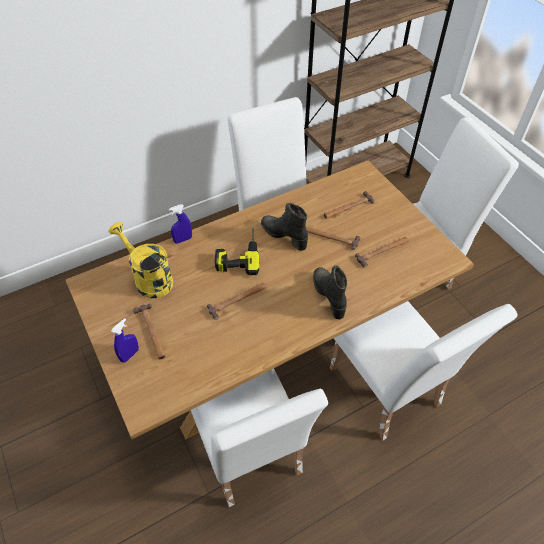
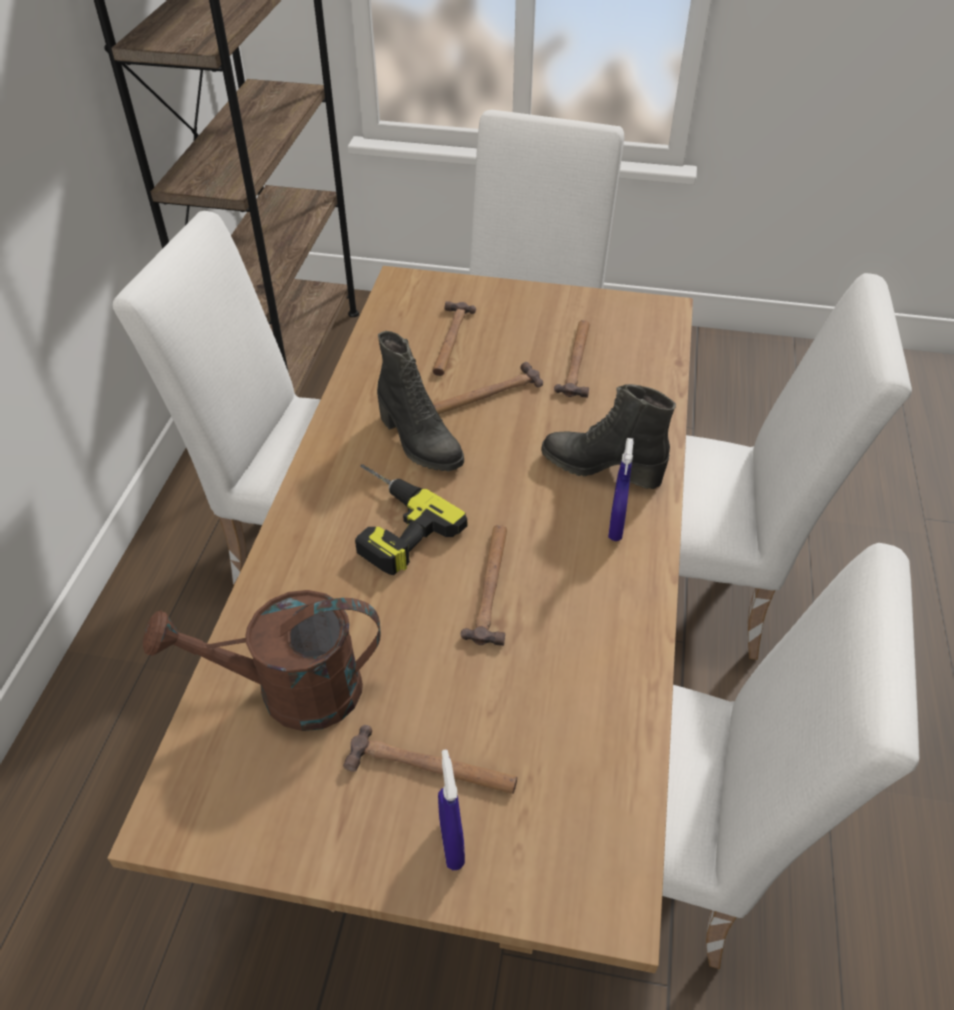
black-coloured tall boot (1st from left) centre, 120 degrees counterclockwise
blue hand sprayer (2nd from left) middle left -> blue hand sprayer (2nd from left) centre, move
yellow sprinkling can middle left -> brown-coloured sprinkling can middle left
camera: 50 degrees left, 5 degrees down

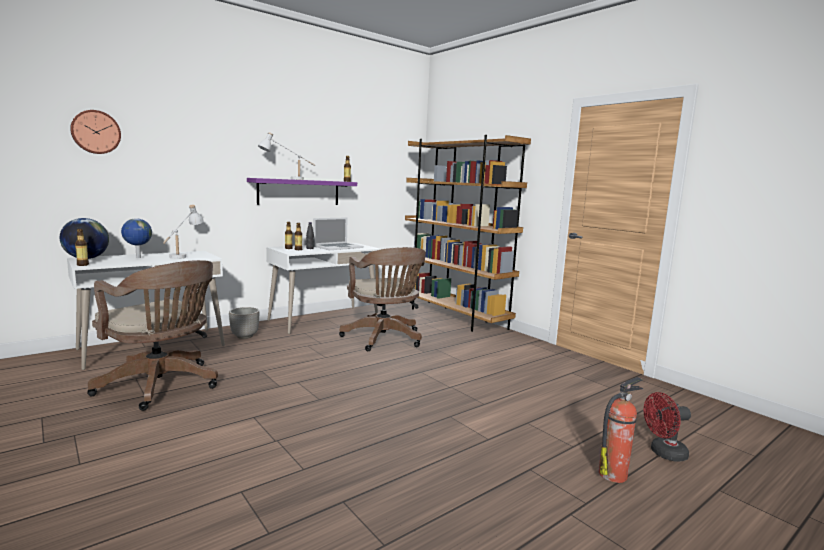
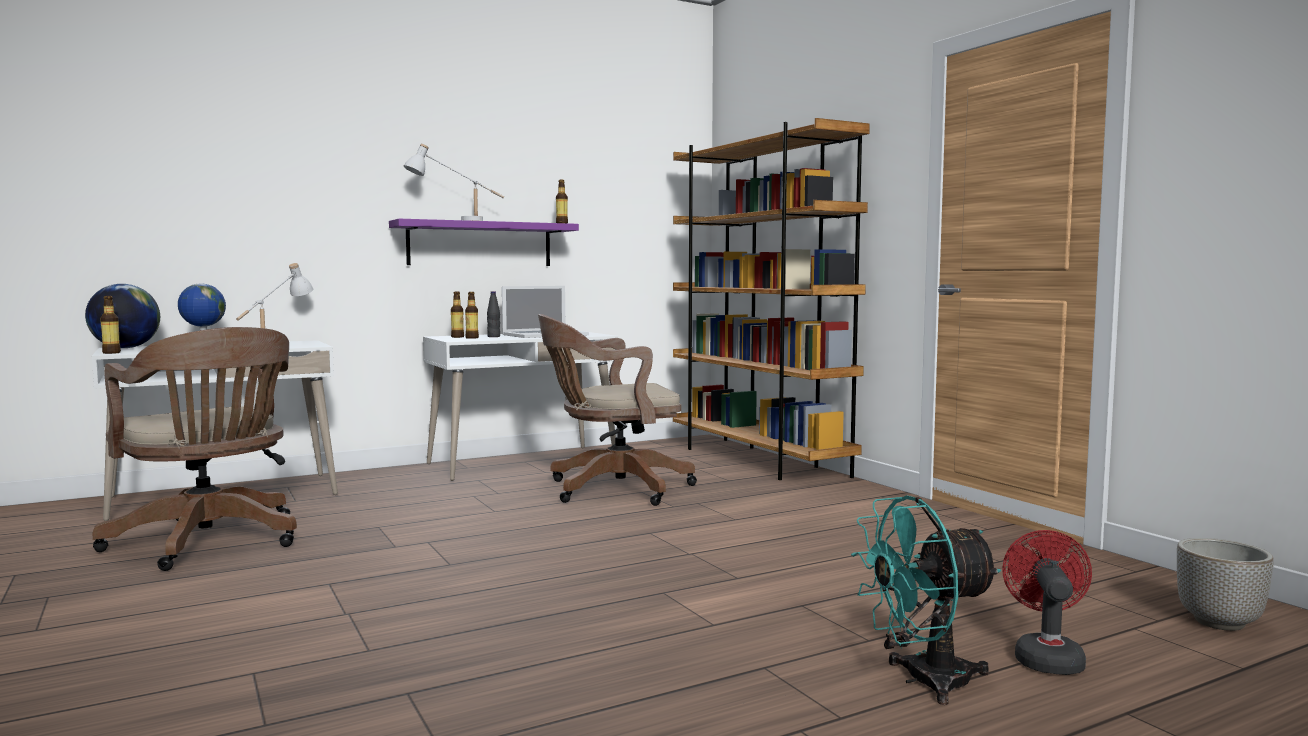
hanging clock top left -> none
brown-coloured desk chair (2nd from left) centre, 90 degrees clockwise
plant pot middle left -> plant pot bottom right, move
extinguisher bottom right -> blue-green cooling fan bottom right
red-coloured cooling fan bottom right, 105 degrees clockwise
camera: 10 degrees right, 5 degrees down

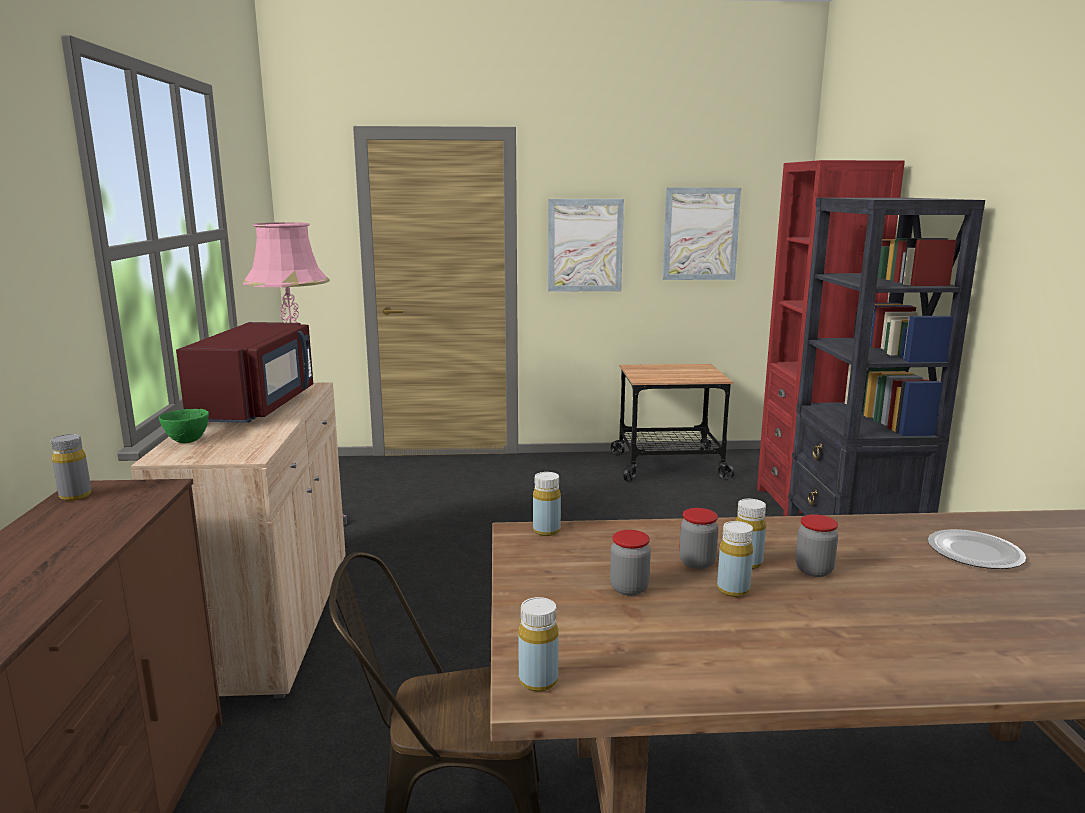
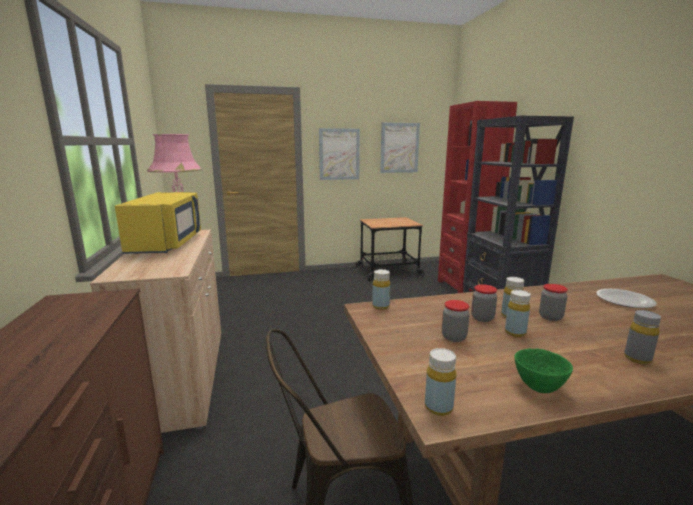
red-coloured microwave middle left -> yellow microwave middle left
green-coloured bowl middle left -> green-coloured bowl bottom right, move
grey bottle middle left -> grey bottle bottom right, move
camera: 10 degrees left, 0 degrees up

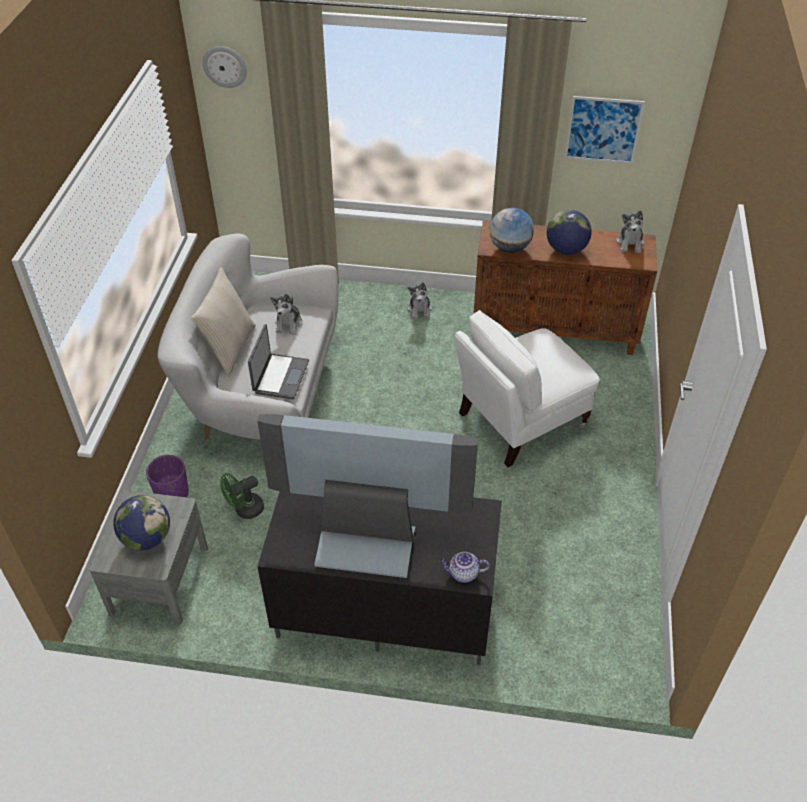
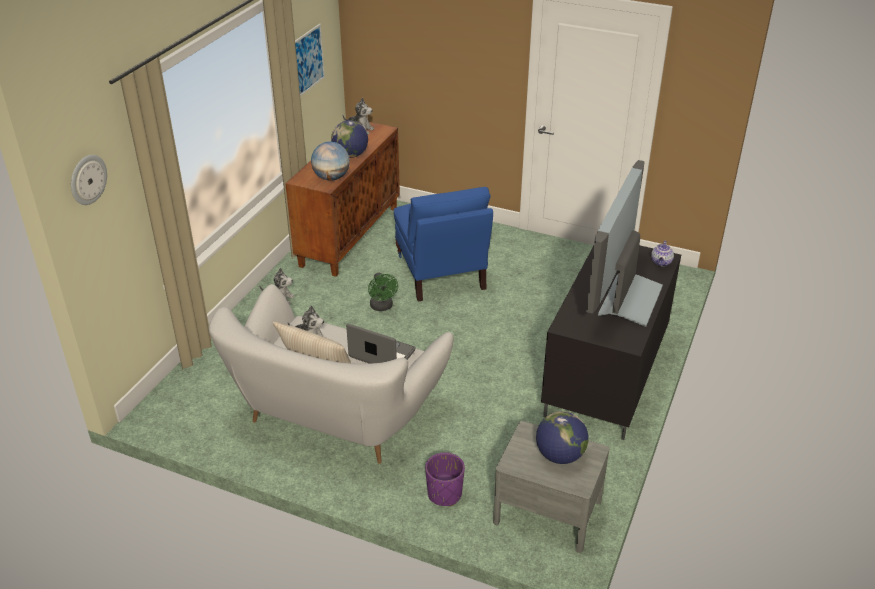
white-coloured easy chair centre -> blue easy chair centre
green-coloured cooling fan middle left -> green-coloured cooling fan centre, move
camera: 75 degrees left, 10 degrees down

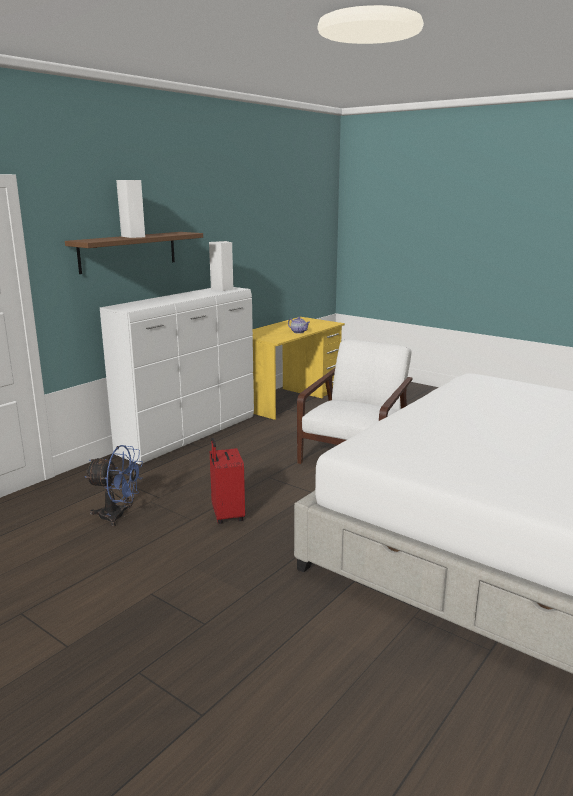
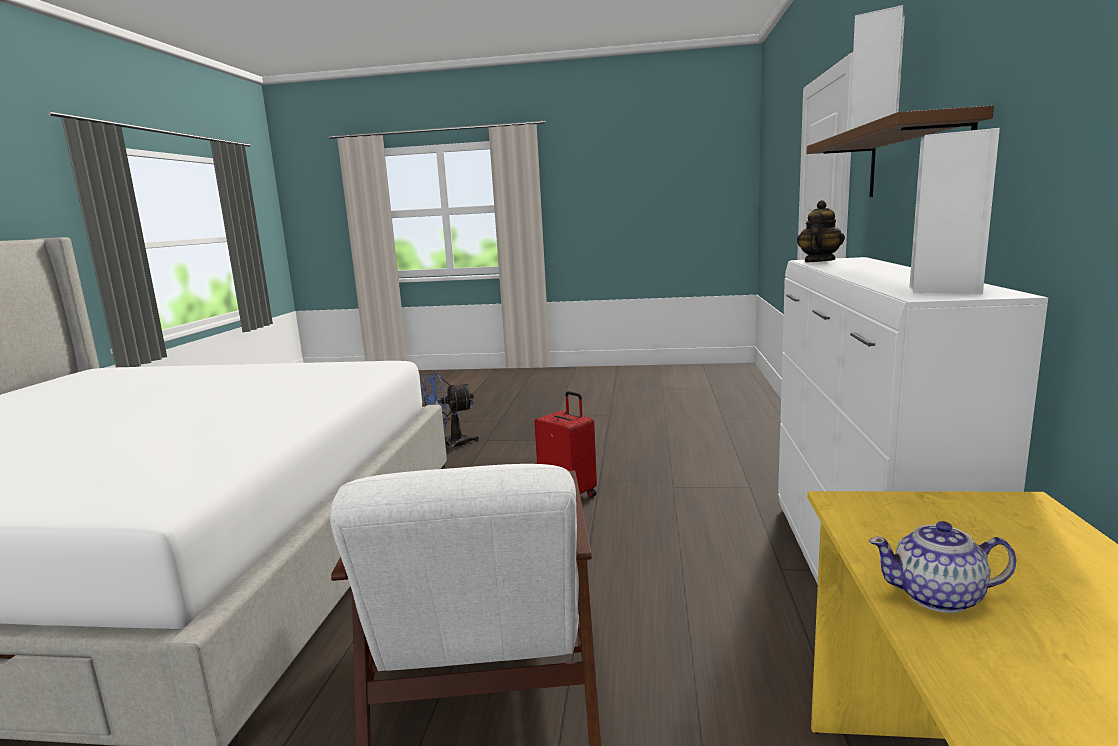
blue cooling fan middle left -> blue cooling fan centre, move
none -> teapot (1st from left) top right
camera: 150 degrees right, 5 degrees down

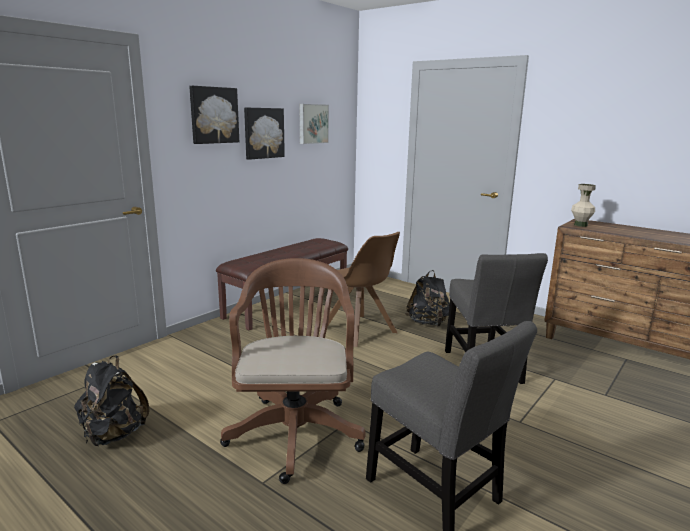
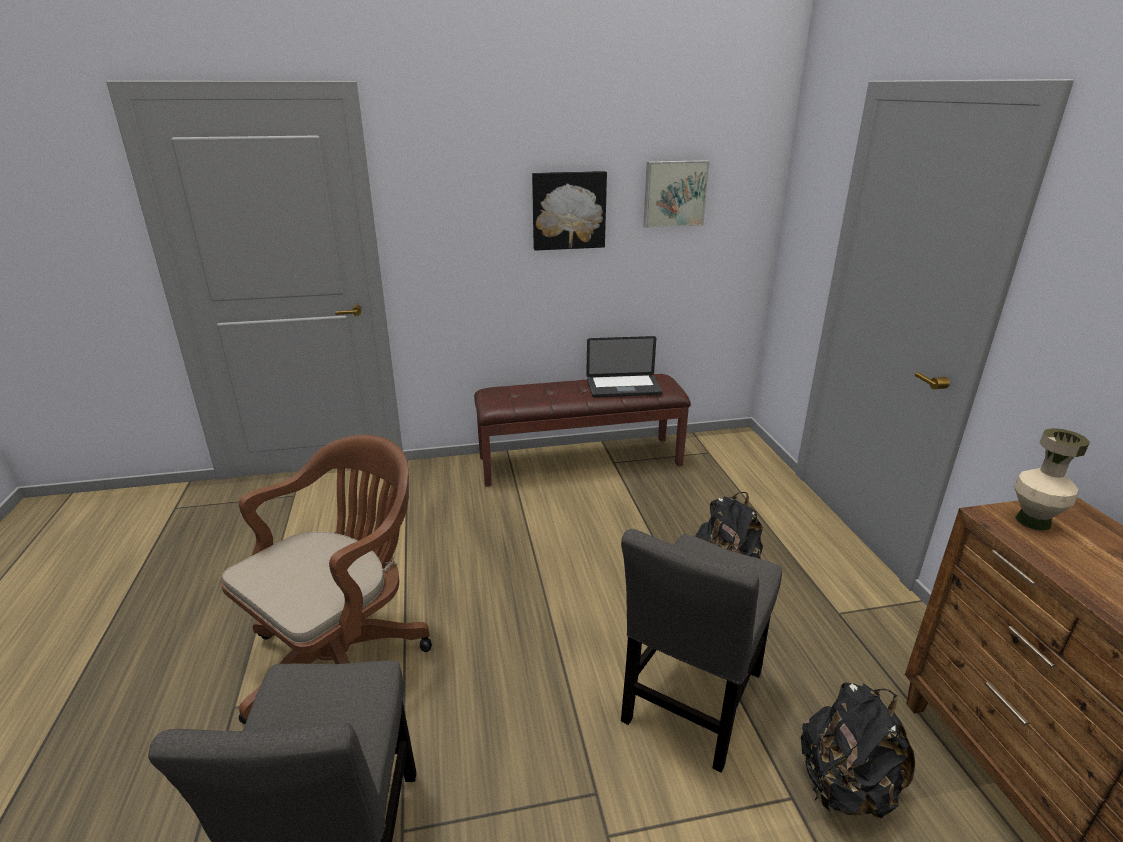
wall art (1st from left) top left -> none
brown-coloured upright chair centre -> none
black-coloured knapsack (1st from left in the first image) bottom left -> black-coloured knapsack (2nd from left) bottom right, move
none -> notebook computer centre
camera: 40 degrees right, 10 degrees up

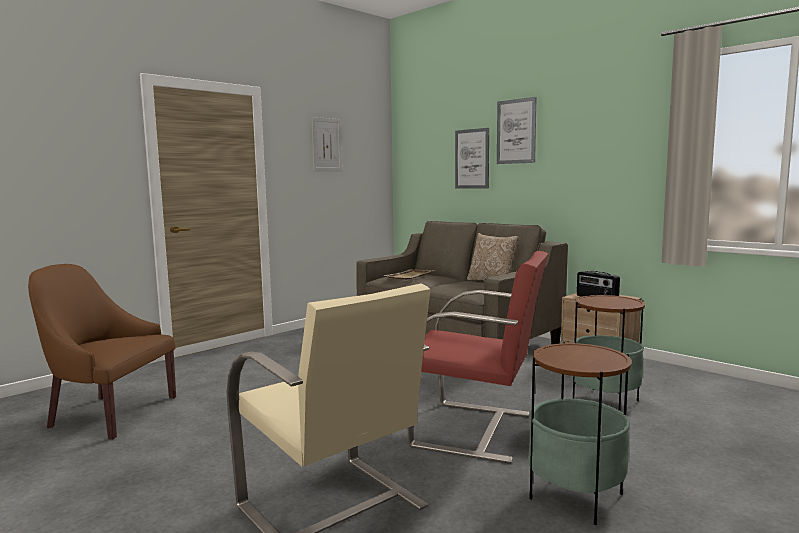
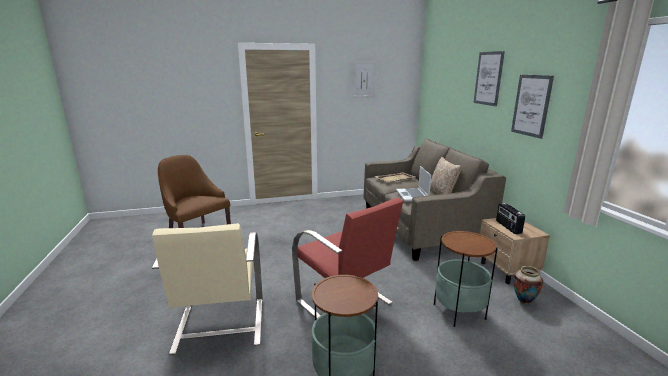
wall art (2nd from left in the first image) top centre -> wall art (3rd from left) top right, move
none -> notebook computer centre
none -> decorative vase bottom right
camera: 30 degrees right, 10 degrees up

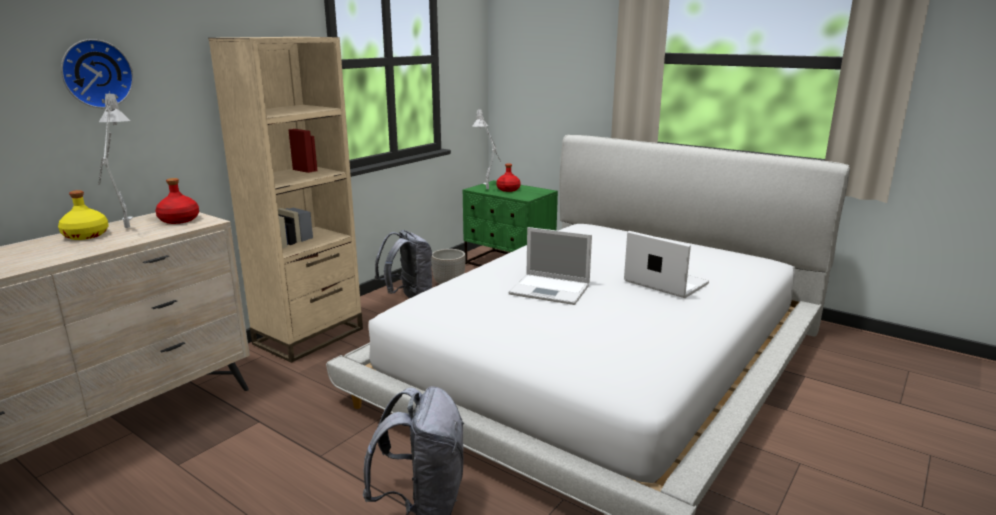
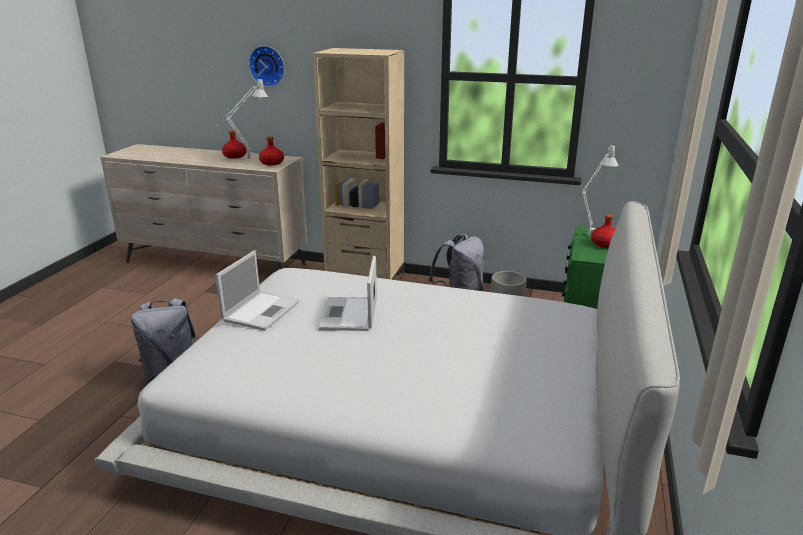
yellow bottle middle left -> red-coloured bottle (1st from left) top left
notebook computer (2nd from left in the first image) middle right -> notebook computer (1st from left) middle left, move
camera: 70 degrees right, 5 degrees up

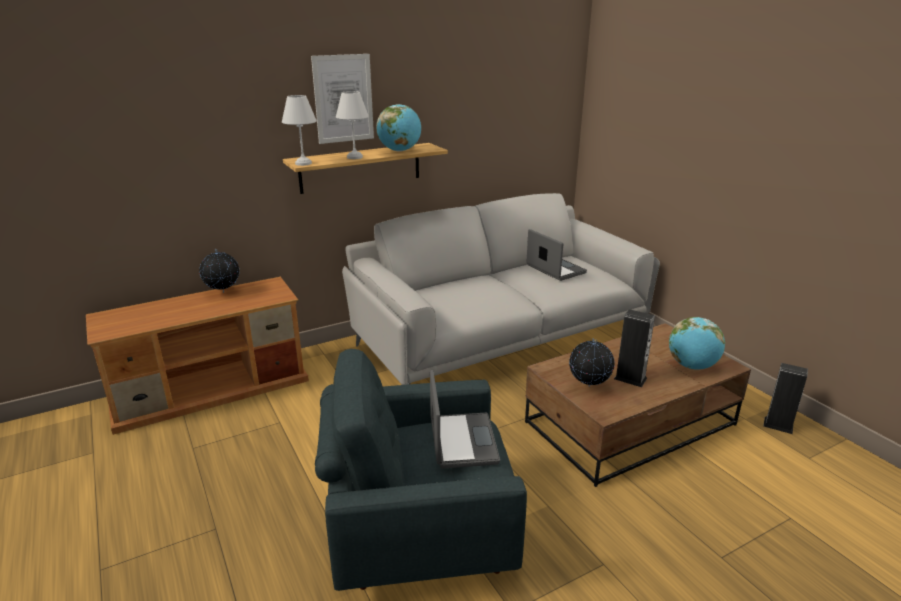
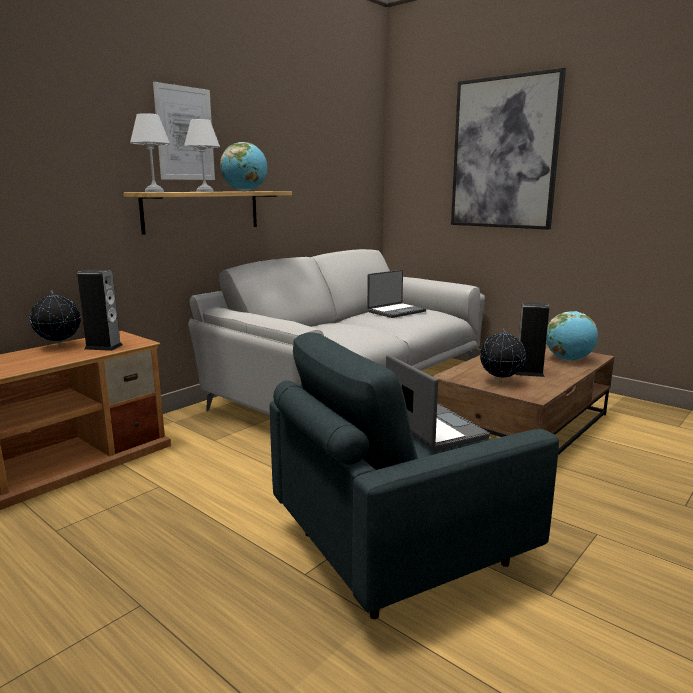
notebook computer (2nd from left in the first image) centre -> notebook computer (1st from left) centre, 105 degrees clockwise
speaker (2nd from left in the first image) middle right -> speaker (1st from left) middle left, move
none -> wall art (2nd from left) top right
camera: 20 degrees left, 10 degrees down

